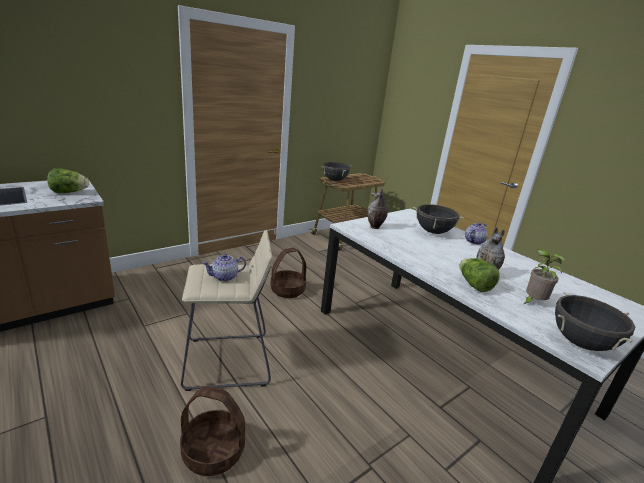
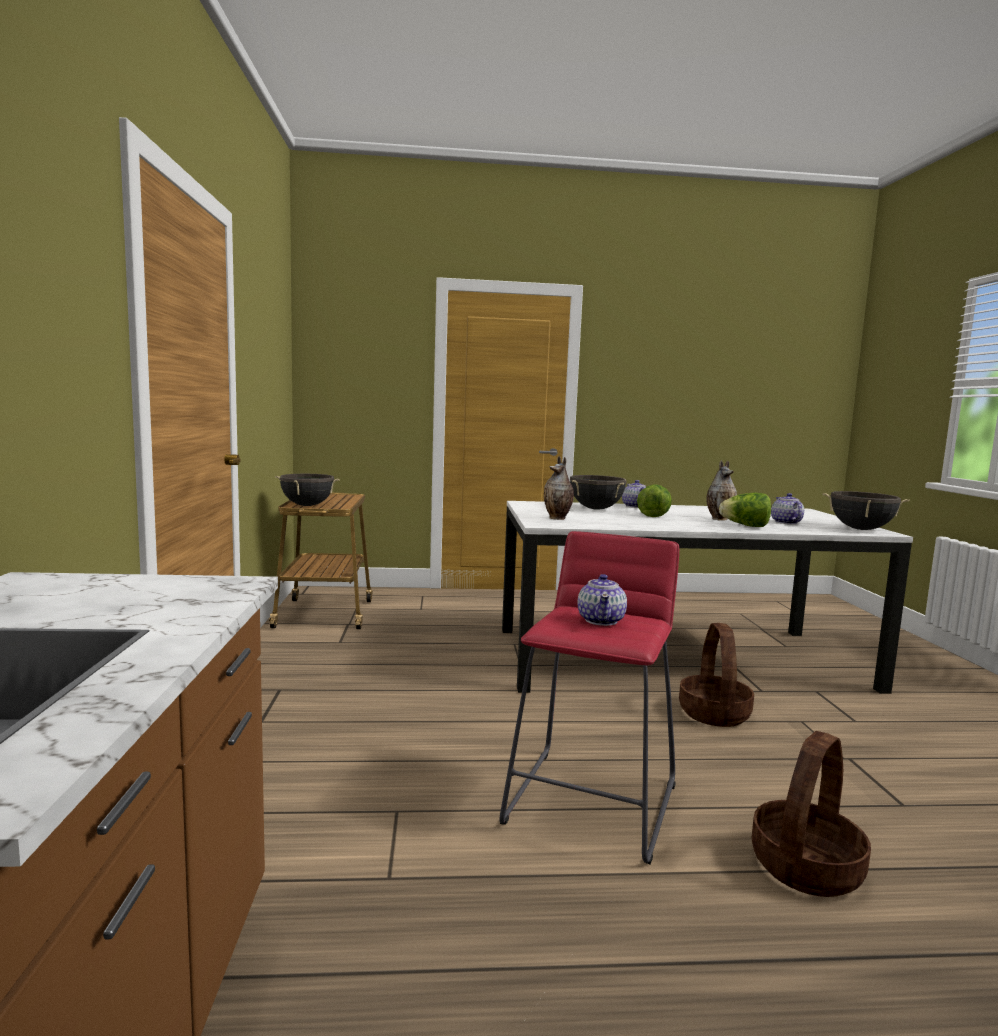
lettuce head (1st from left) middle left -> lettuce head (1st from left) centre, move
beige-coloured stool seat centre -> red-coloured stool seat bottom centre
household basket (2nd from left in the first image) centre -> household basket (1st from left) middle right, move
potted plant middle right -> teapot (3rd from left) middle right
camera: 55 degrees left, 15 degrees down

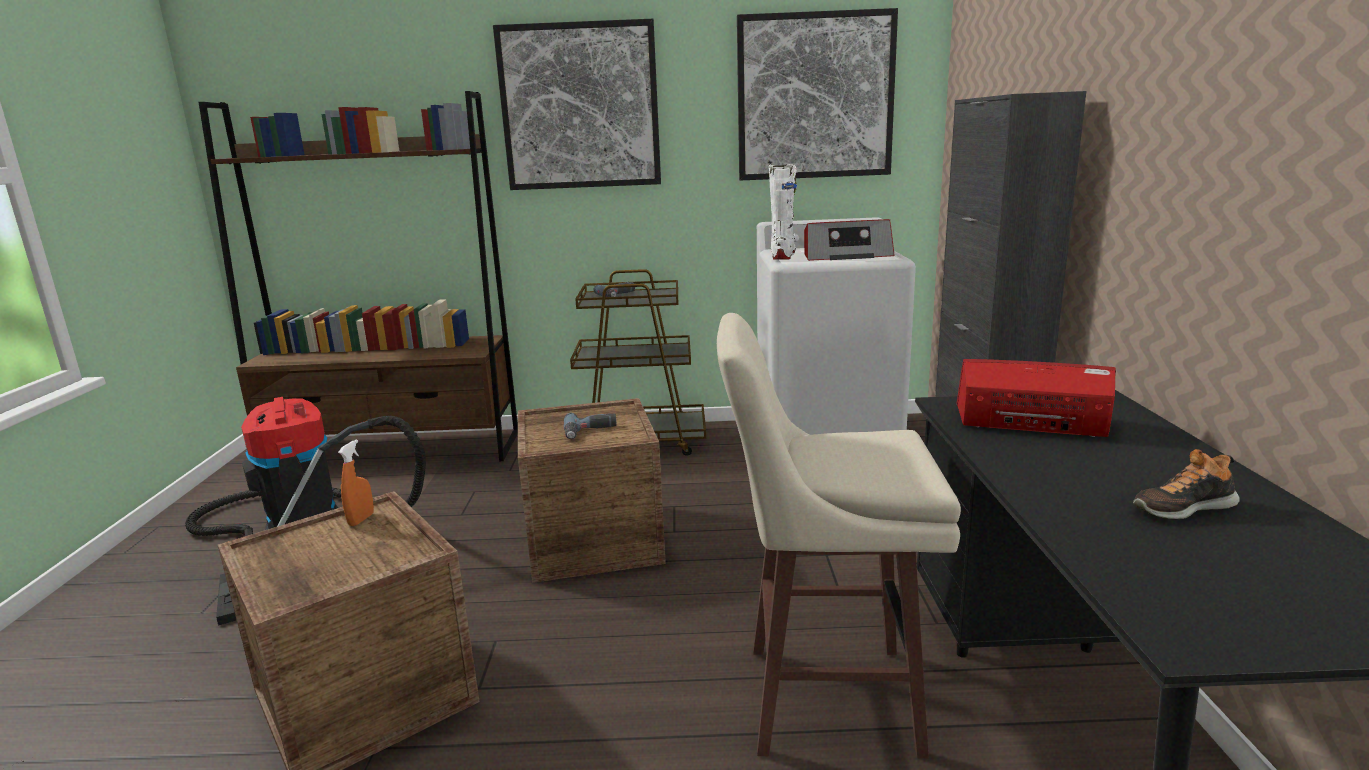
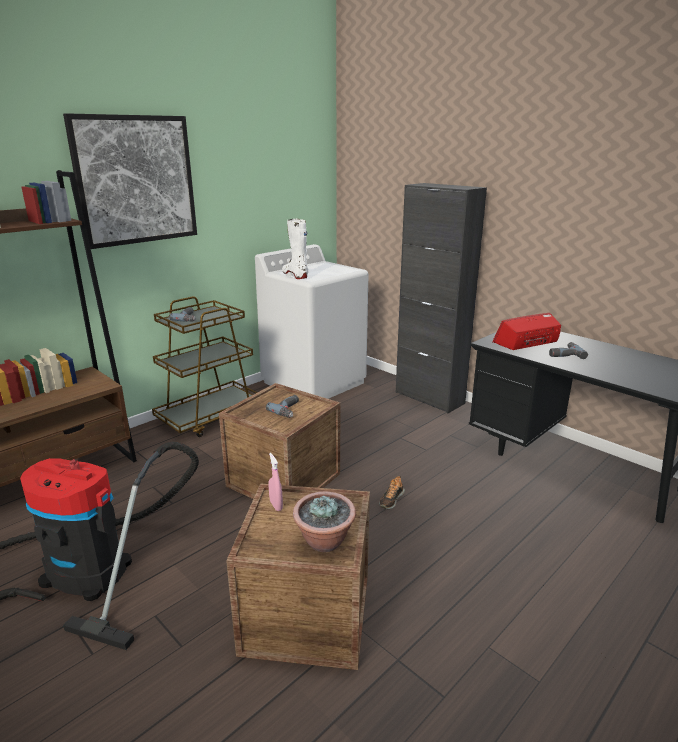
wall art (2nd from left) top centre -> none
radio set (1st from left) top centre -> none
beige-coloured stool seat bottom centre -> none
orange hand sprayer middle left -> pink hand sprayer centre
item of footwear middle right -> item of footwear centre, move
none -> power drill (3rd from left) middle right
none -> potted plant bottom centre
camera: 45 degrees left, 5 degrees up

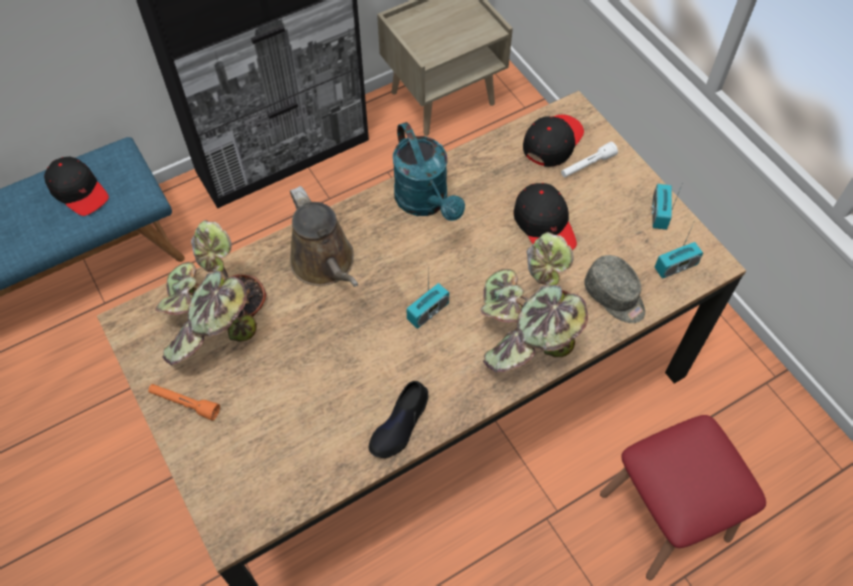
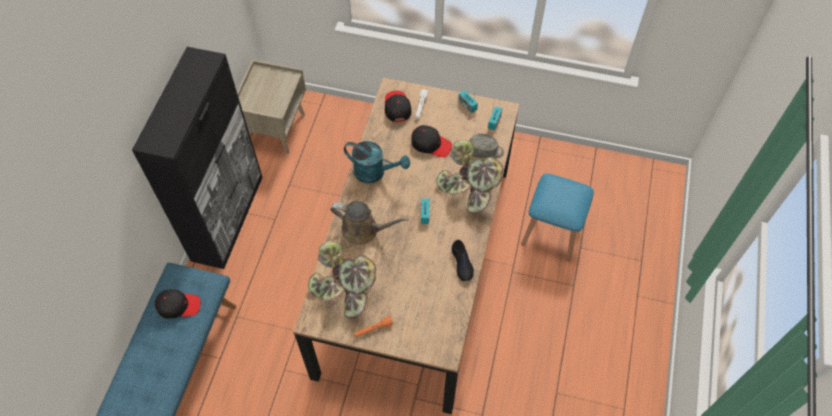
red-coloured stool seat bottom right -> blue stool seat middle right
camera: 45 degrees left, 0 degrees up

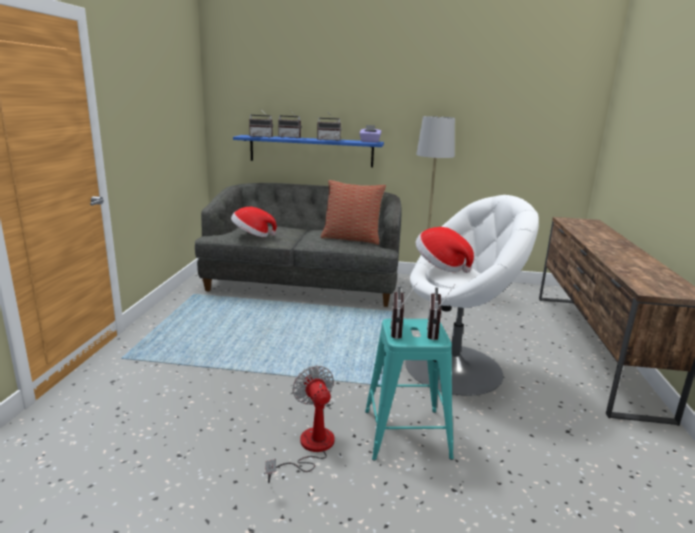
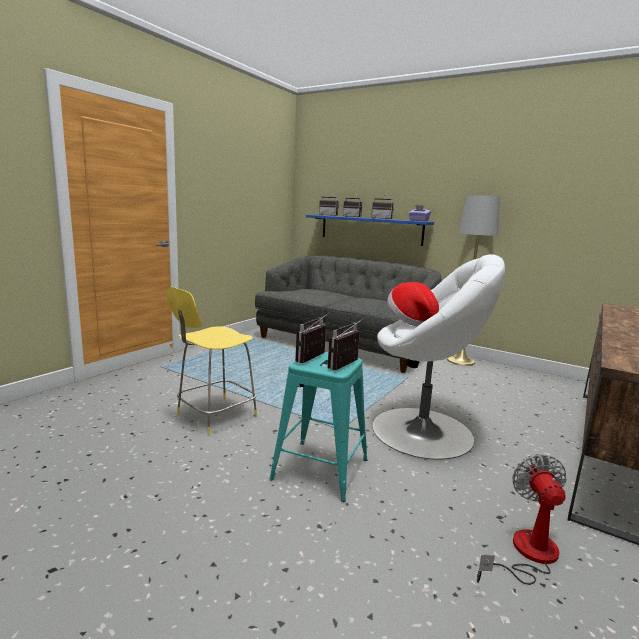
pillow centre -> none
wearable hat (1st from left) centre -> none
cooling fan bottom centre -> cooling fan bottom right, move
none -> yellow stool seat middle left
camera: 25 degrees right, 5 degrees down

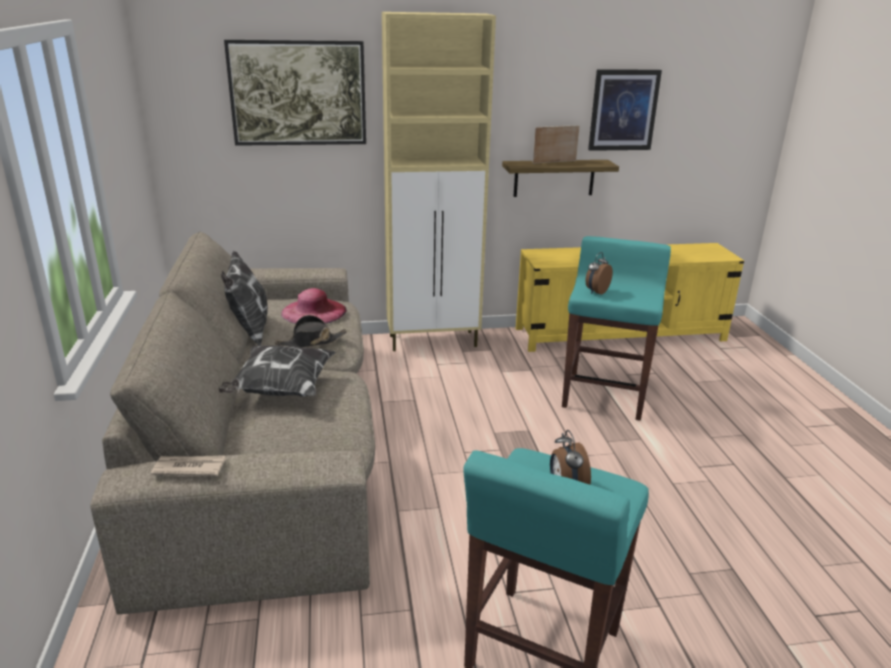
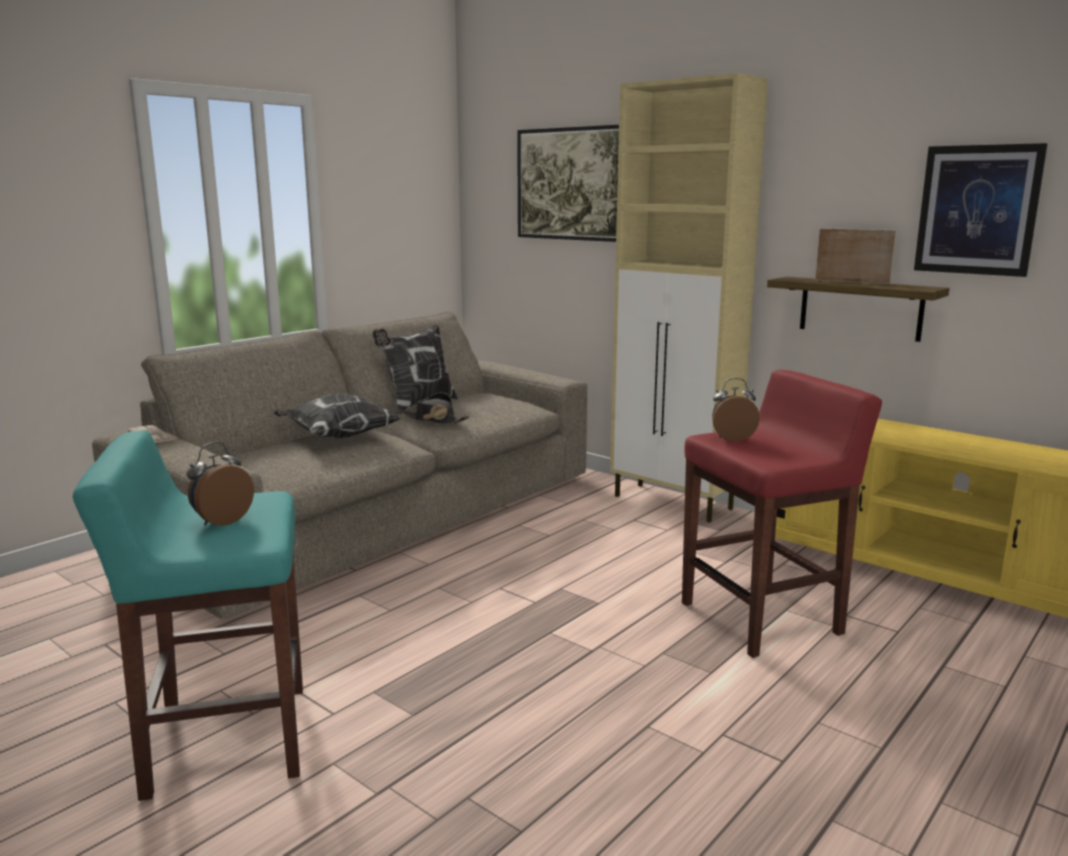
blue-green stool seat (2nd from left) middle right -> red-coloured stool seat middle right
pink wearable hat centre -> none
camera: 50 degrees right, 10 degrees down

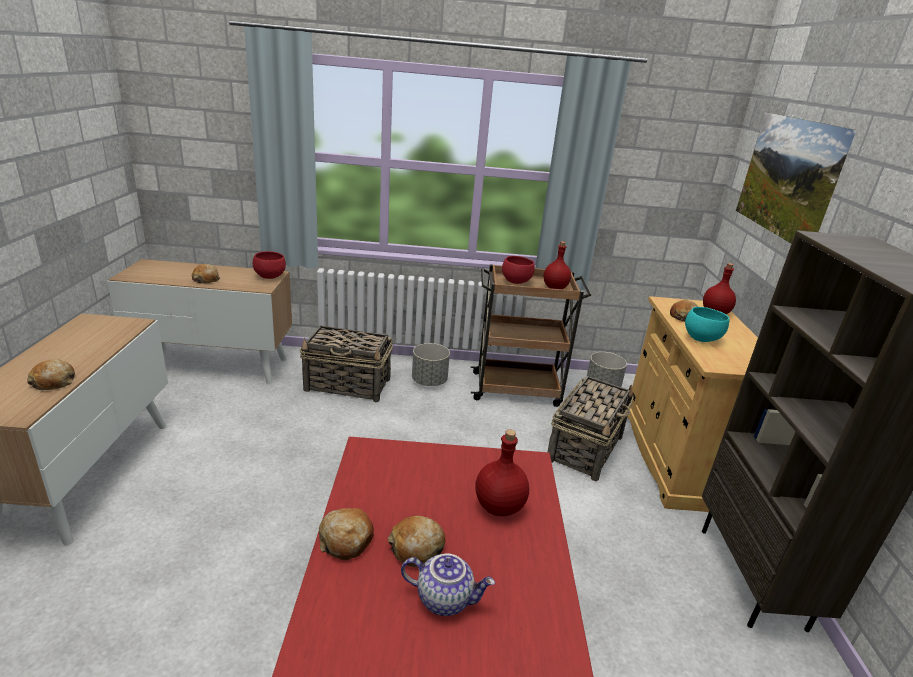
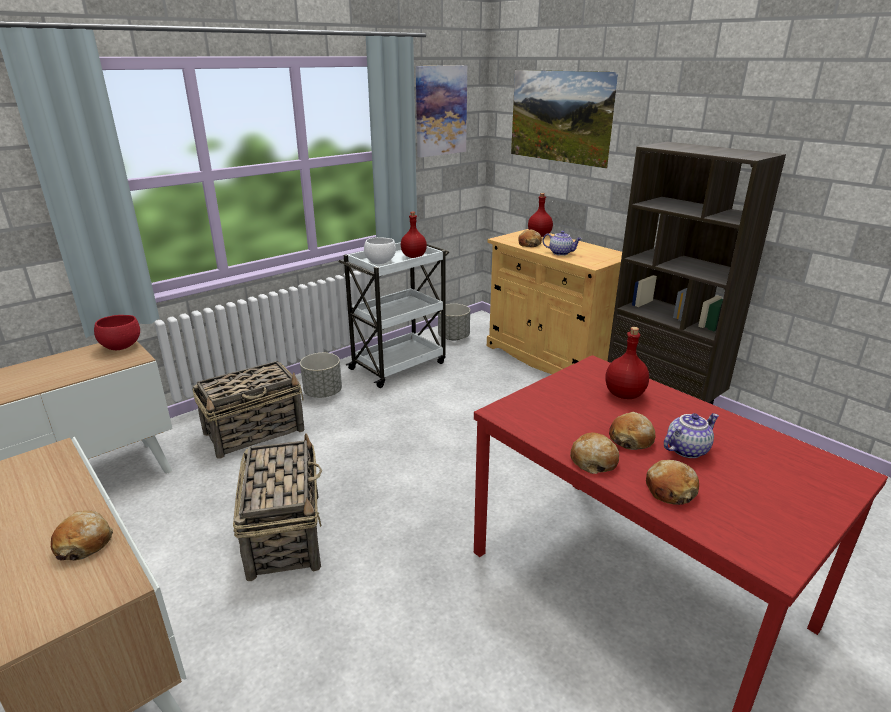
red-coloured bowl (2nd from left) centre -> white-coloured bowl centre
bread (2nd from left in the first image) middle left -> bread (5th from left) bottom right, move
brown-coloured trolley centre -> white-coloured trolley centre
blue-green bowl middle right -> teapot (1st from left) centre
household basket (2nd from left) centre -> household basket (2nd from left) bottom left, move
none -> wall art (1st from left) top centre
camera: 40 degrees left, 0 degrees up

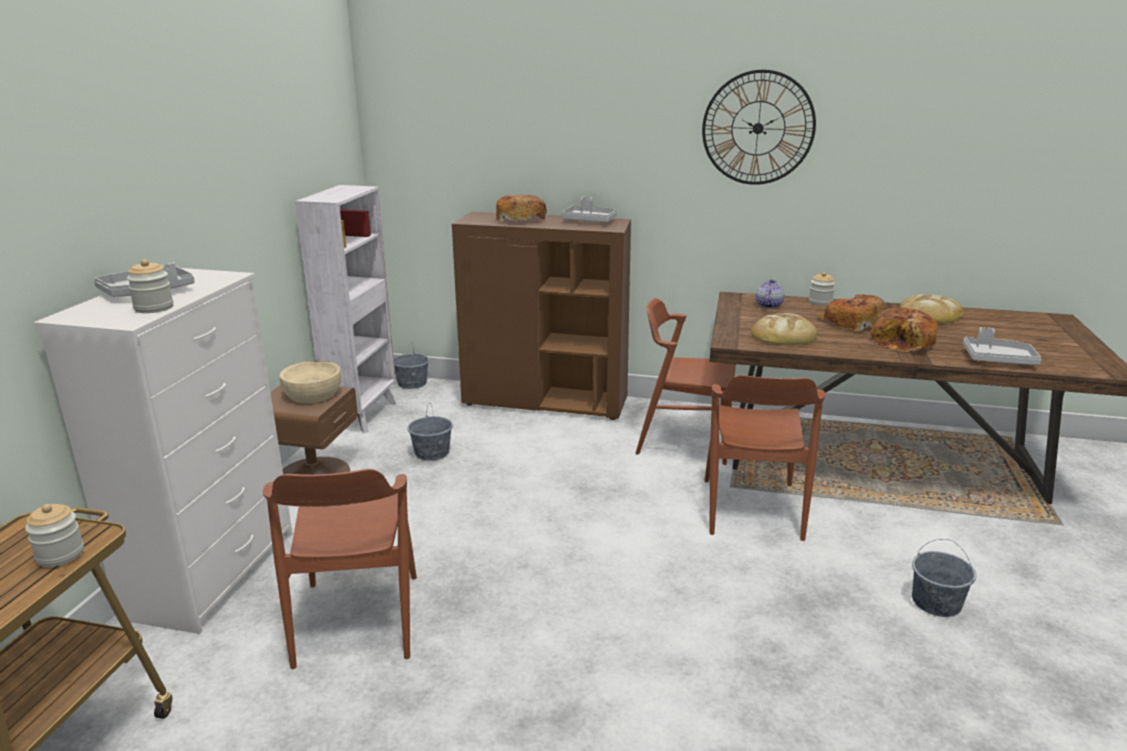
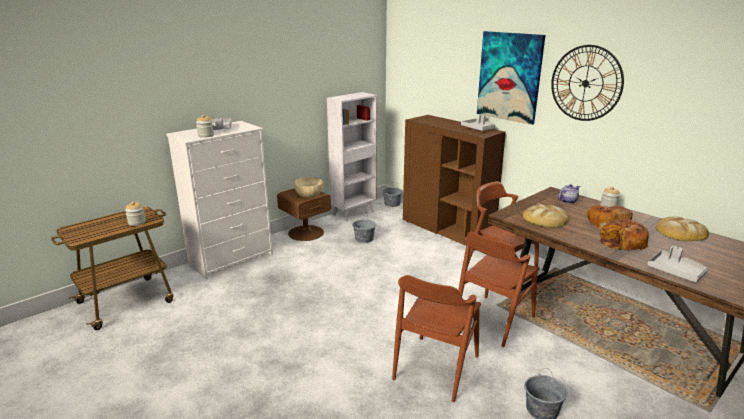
bread (1st from left) top centre -> none
brown-coloured upright chair (1st from left) bottom left -> brown-coloured upright chair (1st from left) bottom centre, move
none -> wall art top right
camera: 35 degrees right, 0 degrees up

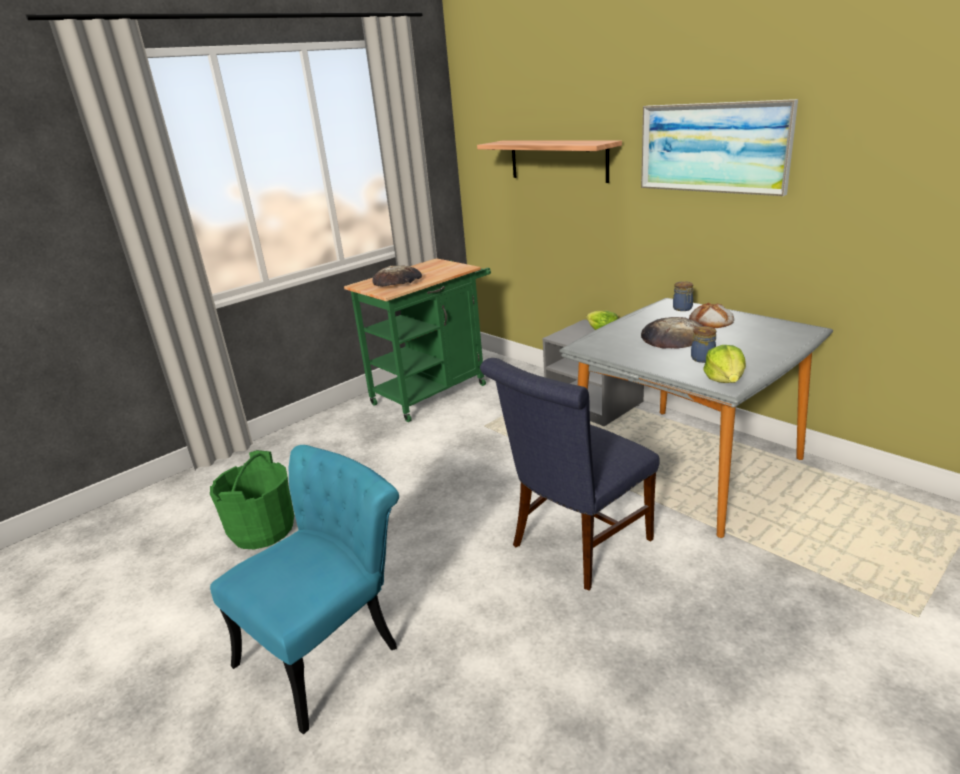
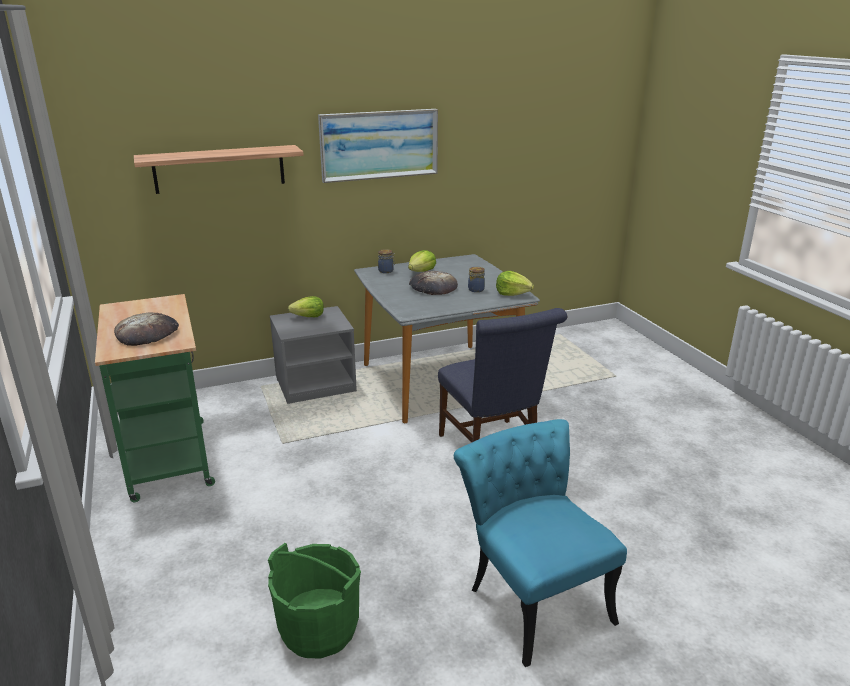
bread (3rd from left) middle right -> lettuce head (2nd from left) centre
camera: 70 degrees left, 0 degrees up

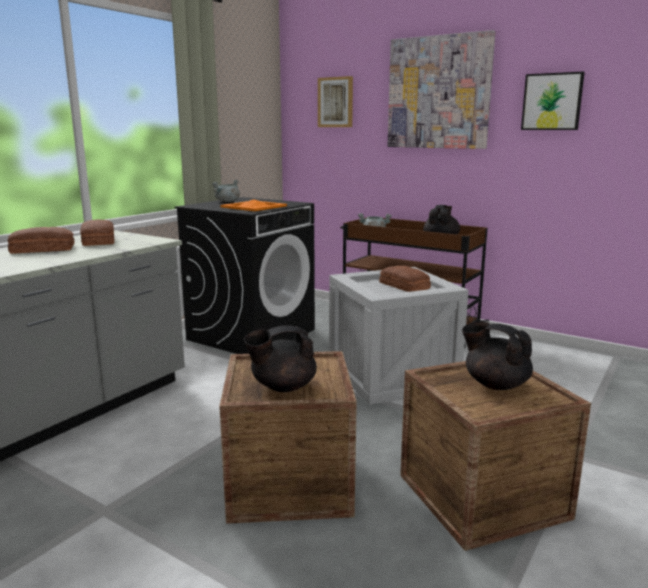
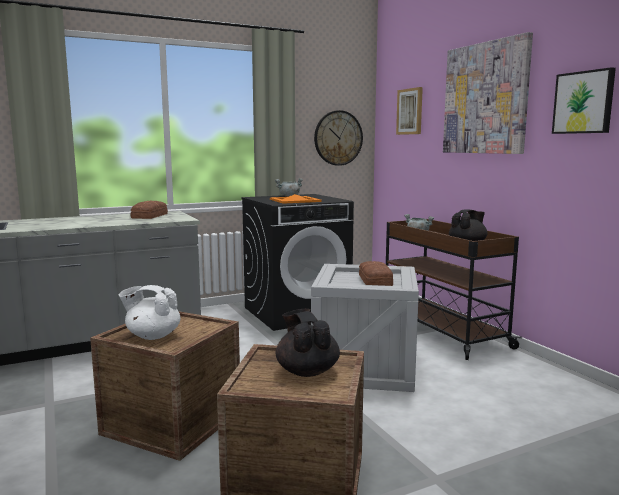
bread (1st from left) middle left -> none
black-coloured teapot (1st from left) centre -> white-coloured teapot middle left
none -> hanging clock top centre
camera: 30 degrees right, 5 degrees down

